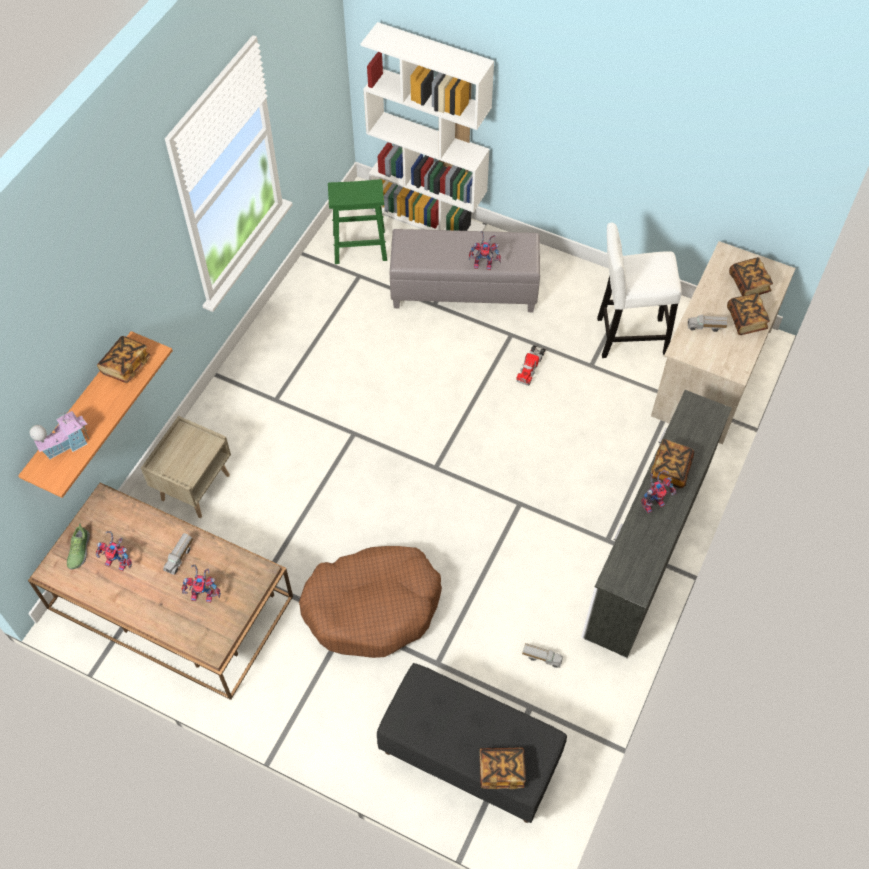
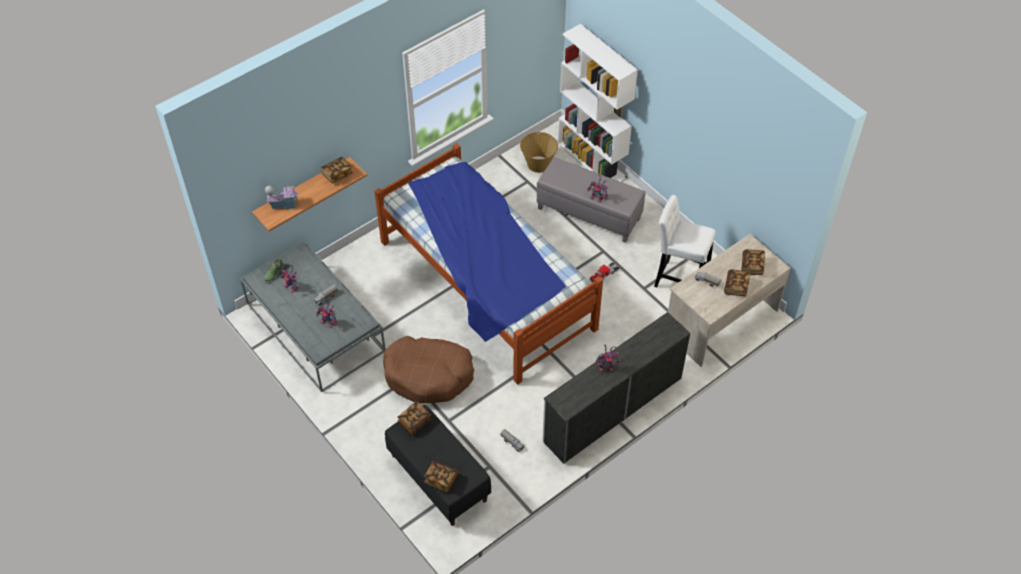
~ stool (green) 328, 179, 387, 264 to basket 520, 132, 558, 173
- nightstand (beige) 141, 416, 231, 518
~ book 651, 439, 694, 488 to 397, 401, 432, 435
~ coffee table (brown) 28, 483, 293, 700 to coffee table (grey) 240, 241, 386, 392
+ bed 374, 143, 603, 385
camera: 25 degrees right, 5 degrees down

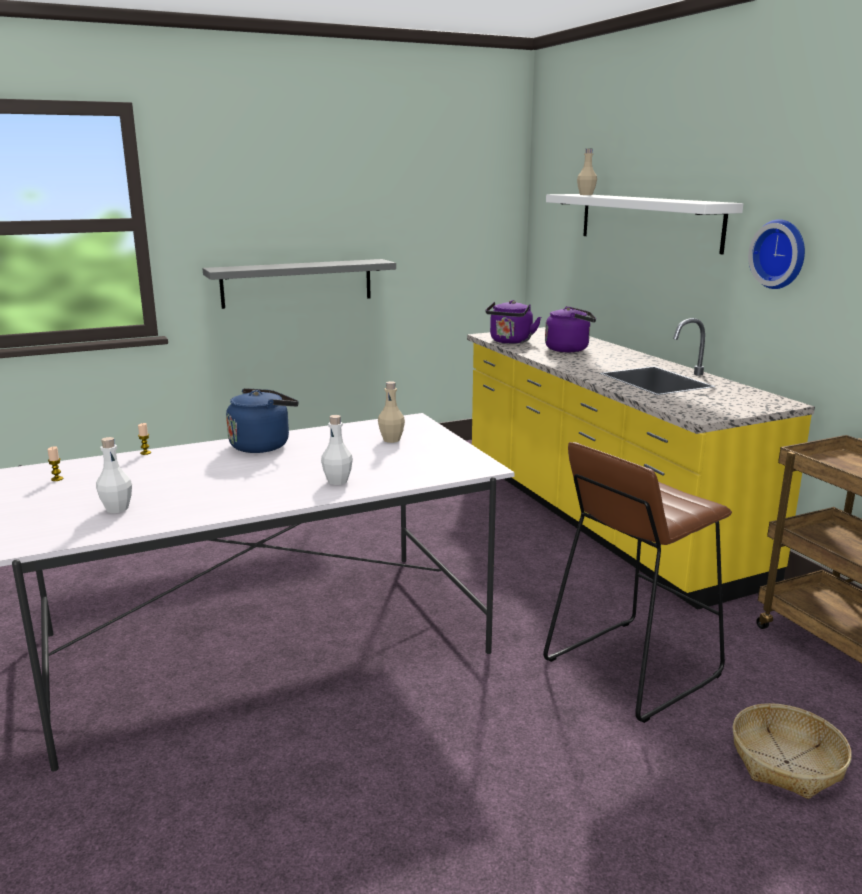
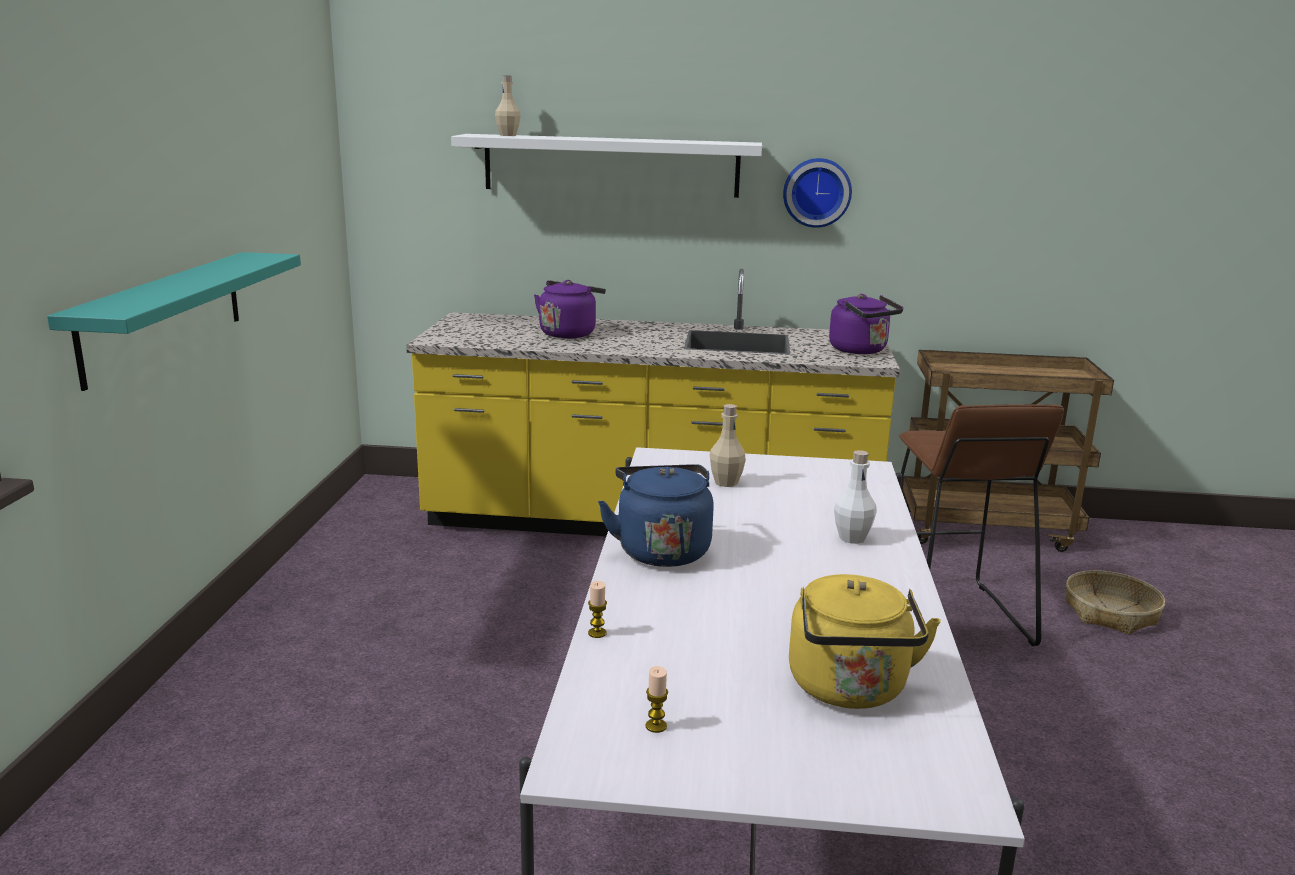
~ shelf (grey) 202, 259, 396, 309 to shelf (turquoise) 47, 252, 301, 391
~ kettle (purple) 486, 300, 541, 344 to 829, 294, 903, 354
~ bottle (white) 96, 437, 132, 513 to kettle (yellow) 789, 574, 941, 709
camera: 60 degrees left, 0 degrees up

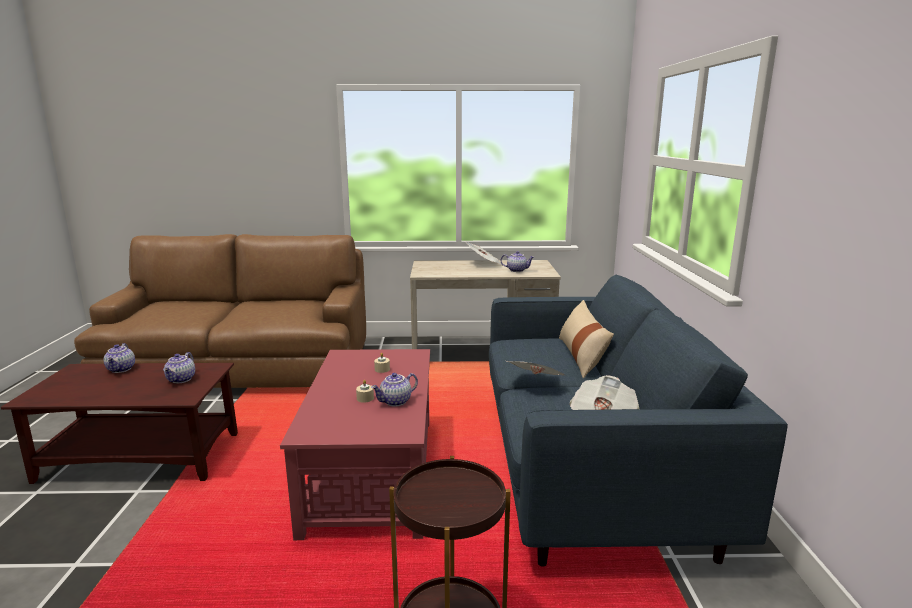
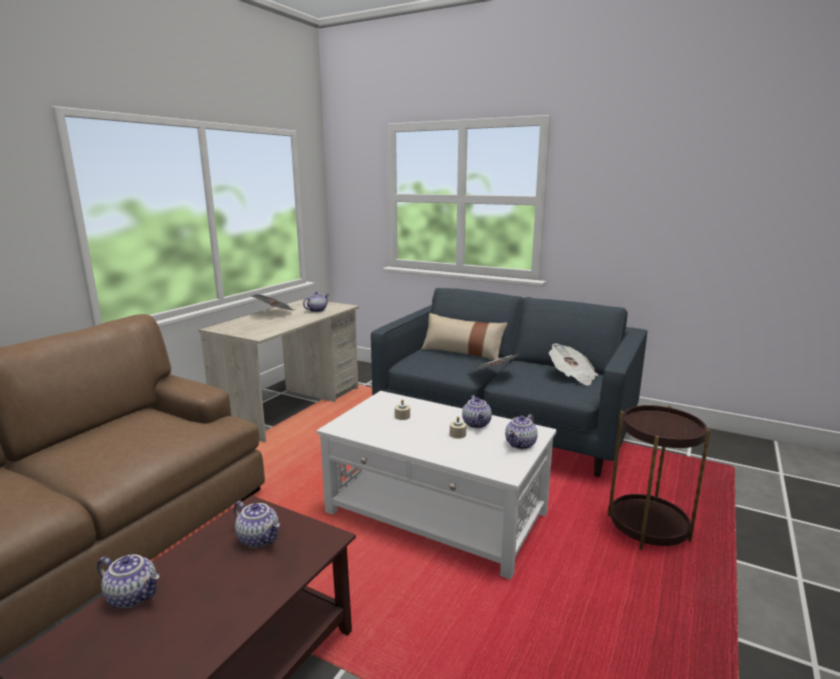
~ coffee table (red) 280, 349, 430, 540 to coffee table (white) 317, 391, 557, 580
+ teapot 505, 414, 538, 449
camera: 60 degrees left, 0 degrees up

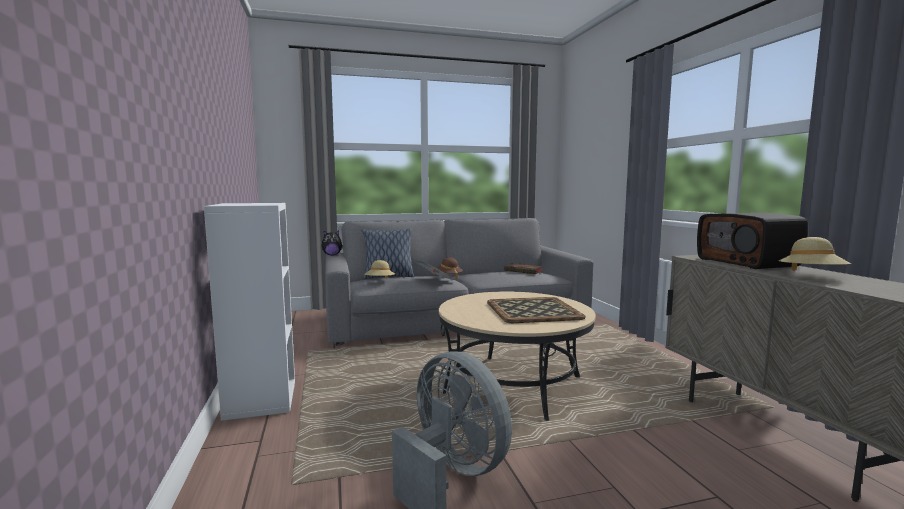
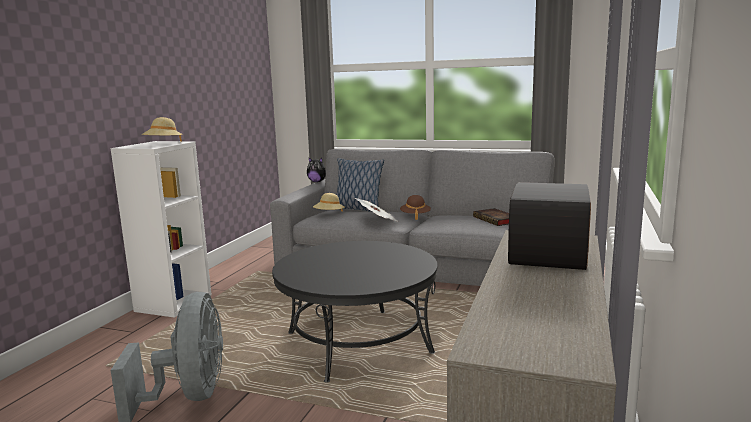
~ hat (beige) 778, 237, 851, 271 to 142, 117, 183, 142
~ coffee table (beige) 439, 291, 596, 421 to coffee table (black) 272, 241, 437, 383
- tray 487, 297, 586, 323
camera: 35 degrees right, 5 degrees up

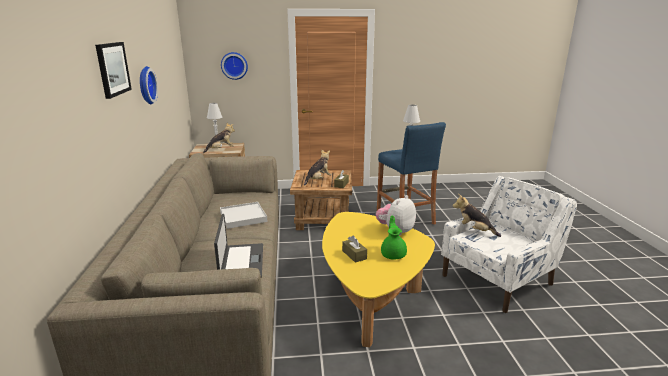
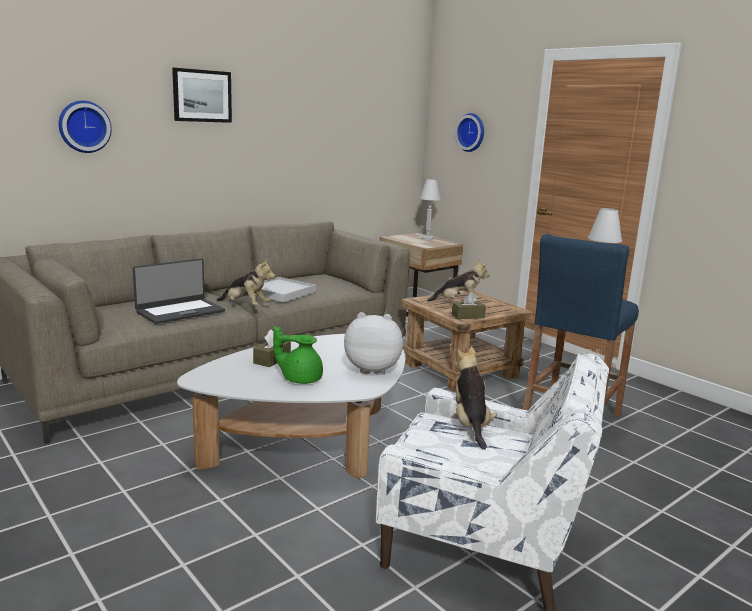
~ wall clock 140, 66, 158, 104 to 59, 101, 112, 153
~ plush toy 203, 123, 235, 153 to 216, 259, 276, 305
~ coffee table (yellow) 322, 212, 435, 347 to coffee table (white) 177, 334, 405, 479
~ teapot (green) 381, 216, 407, 260 = 273, 326, 323, 384 135 degrees counterclockwise
camera: 55 degrees right, 5 degrees down

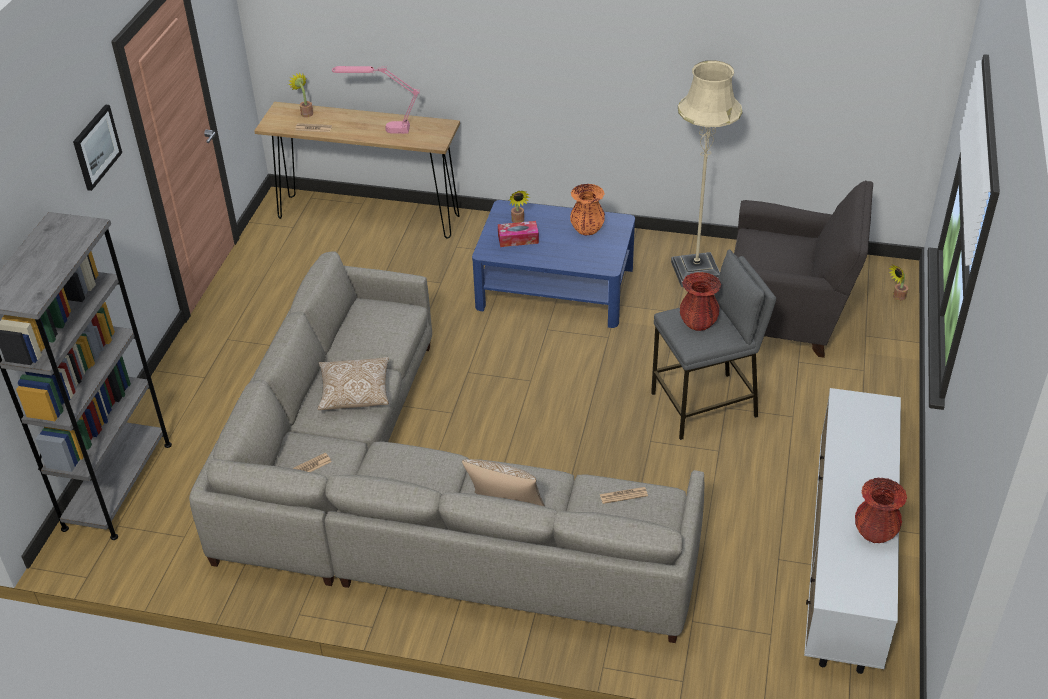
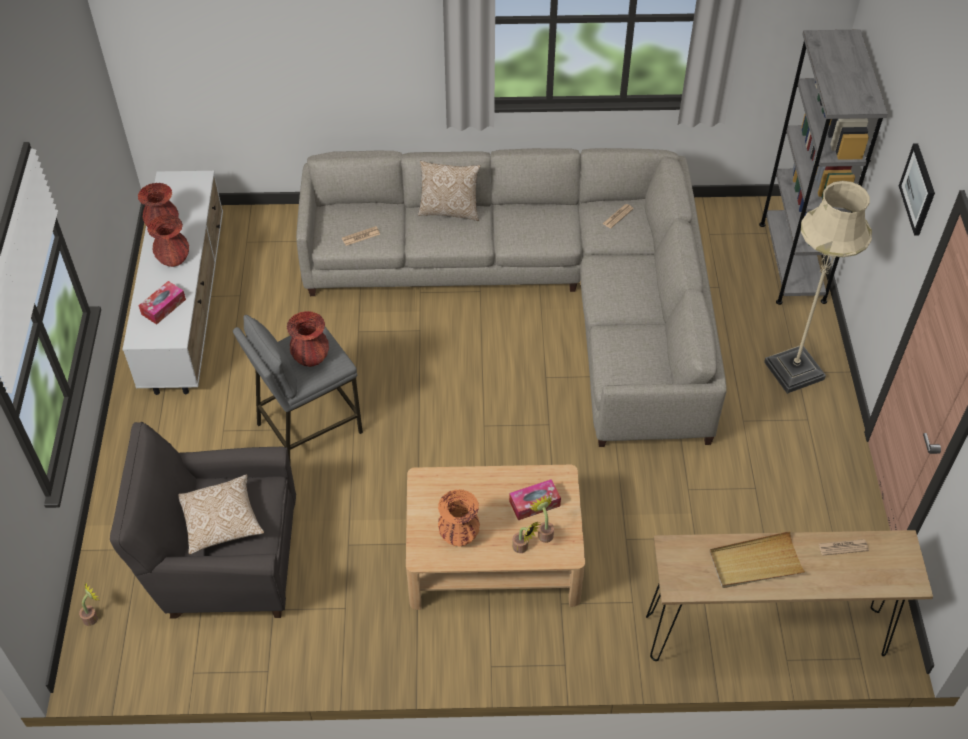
~ floor lamp (beige) 671, 60, 743, 287 to 764, 181, 872, 394
~ table lamp (pink) 332, 66, 420, 134 to tray (beige) 709, 531, 806, 588
~ potted plant 288, 72, 313, 117 to 512, 522, 541, 553
~ coffee table (blue) 472, 200, 635, 328 to coffee table (beige) 406, 465, 585, 610
~ pillow 317, 357, 389, 410 to 178, 474, 264, 555
+ vase (red) 147, 215, 189, 267
+ tissue box 138, 281, 186, 324
camera: 165 degrees right, 10 degrees up

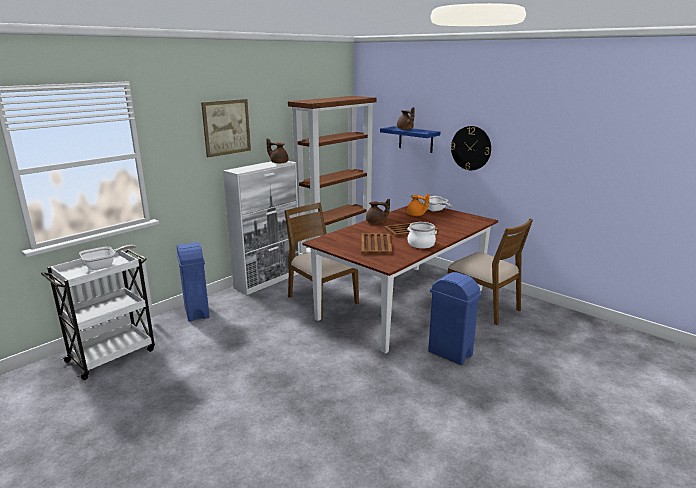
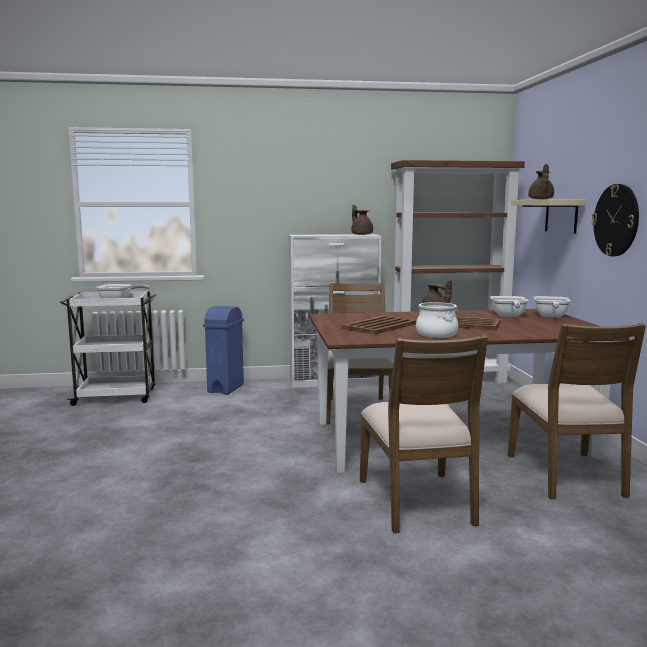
- picture 201, 99, 251, 157
~ shelf (blue) 380, 126, 440, 153 to shelf (beige) 511, 199, 585, 234
~ teapot (orange) 407, 194, 429, 216 to frying pan 490, 296, 529, 317
~ trash can (blue) 428, 272, 481, 365 to chair (brown) 360, 335, 488, 533
camera: 40 degrees right, 10 degrees down

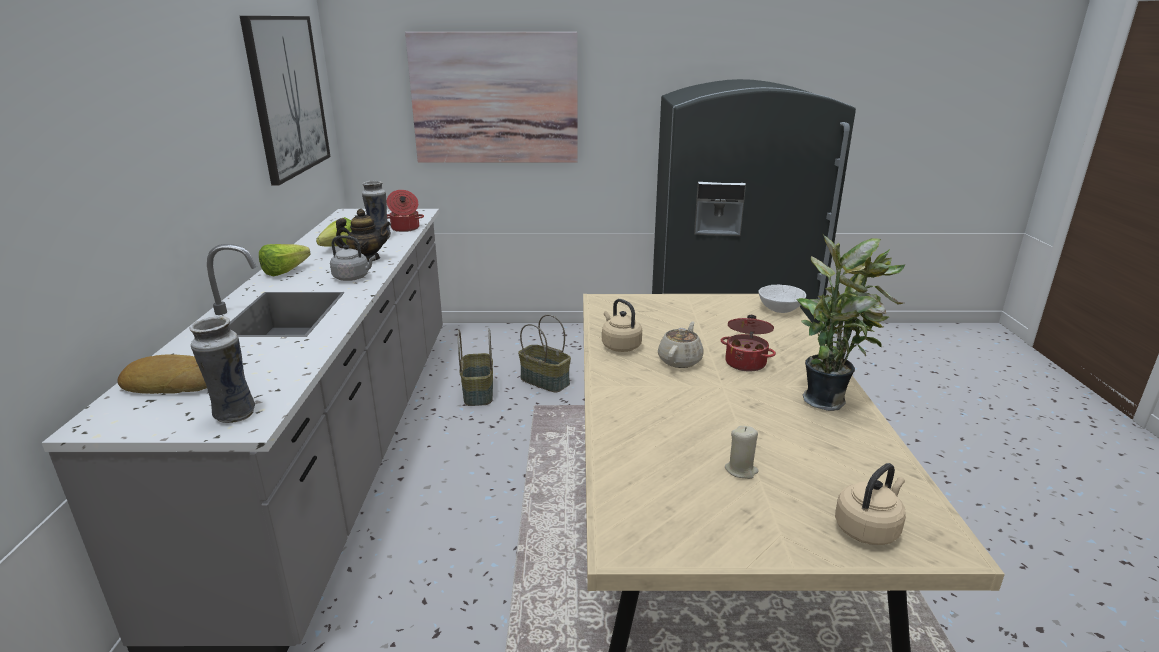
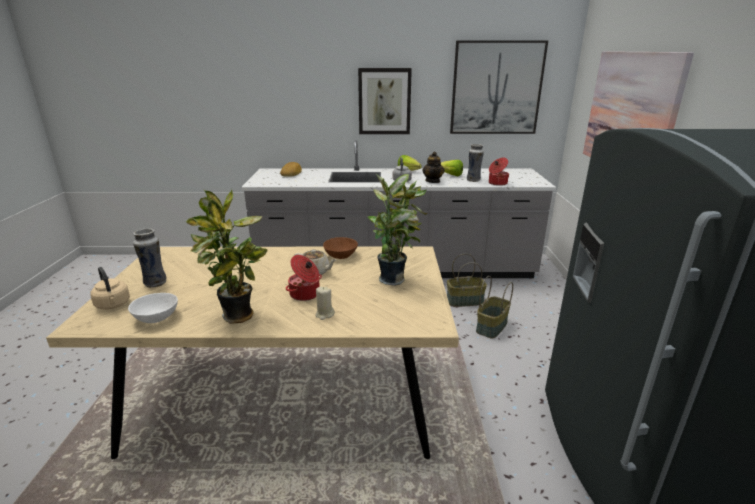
~ bowl (white) 758, 285, 806, 313 to 128, 293, 178, 323
~ kettle (beige) 602, 299, 642, 352 to bowl (brown) 323, 237, 358, 259
~ vase 189, 316, 255, 423 to 133, 228, 167, 288
~ candle (beige) 725, 426, 759, 479 to 315, 287, 335, 320
+ picture 358, 68, 412, 134
+ potted plant 367, 174, 428, 286
camera: 90 degrees right, 0 degrees up

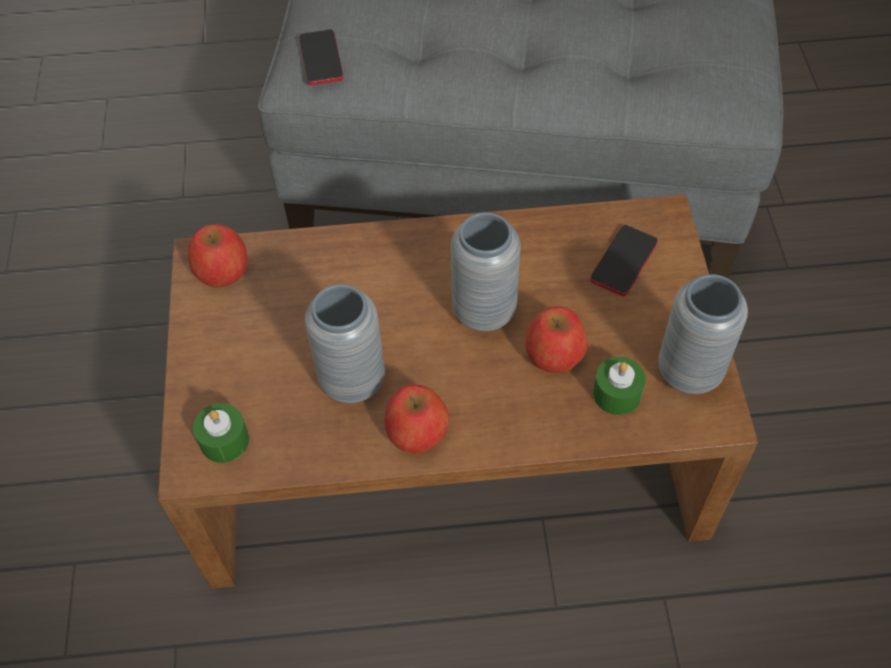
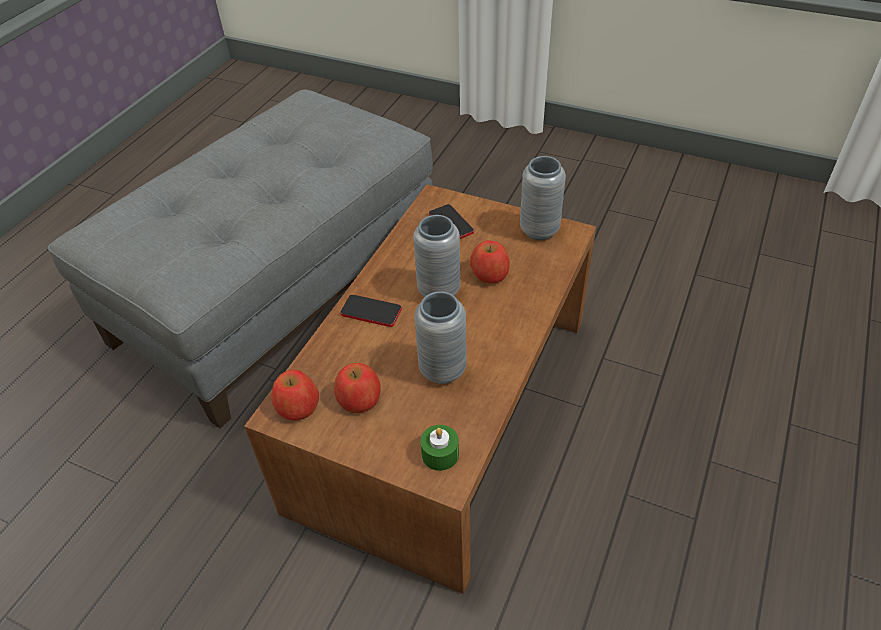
~ phone 299, 29, 343, 85 to 340, 295, 402, 327
- candle (green) 593, 357, 646, 415
~ apple 384, 384, 450, 454 to 334, 363, 380, 413
camera: 60 degrees left, 10 degrees down

